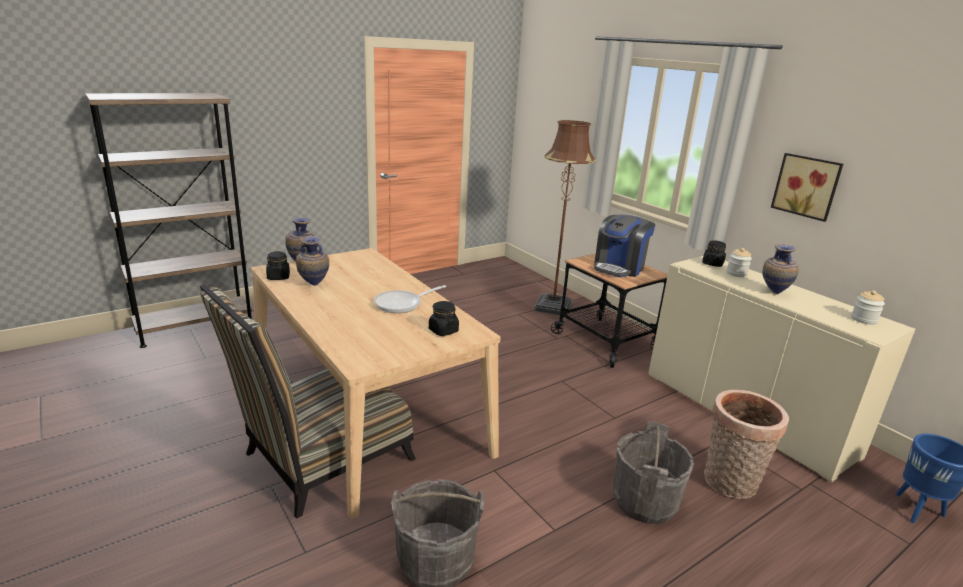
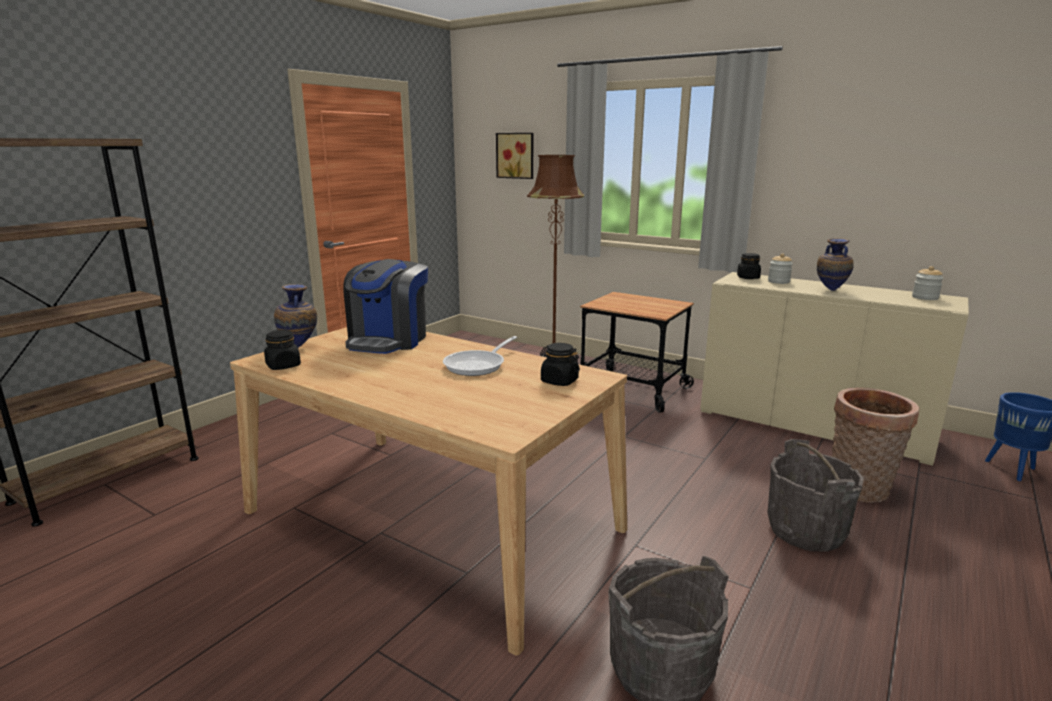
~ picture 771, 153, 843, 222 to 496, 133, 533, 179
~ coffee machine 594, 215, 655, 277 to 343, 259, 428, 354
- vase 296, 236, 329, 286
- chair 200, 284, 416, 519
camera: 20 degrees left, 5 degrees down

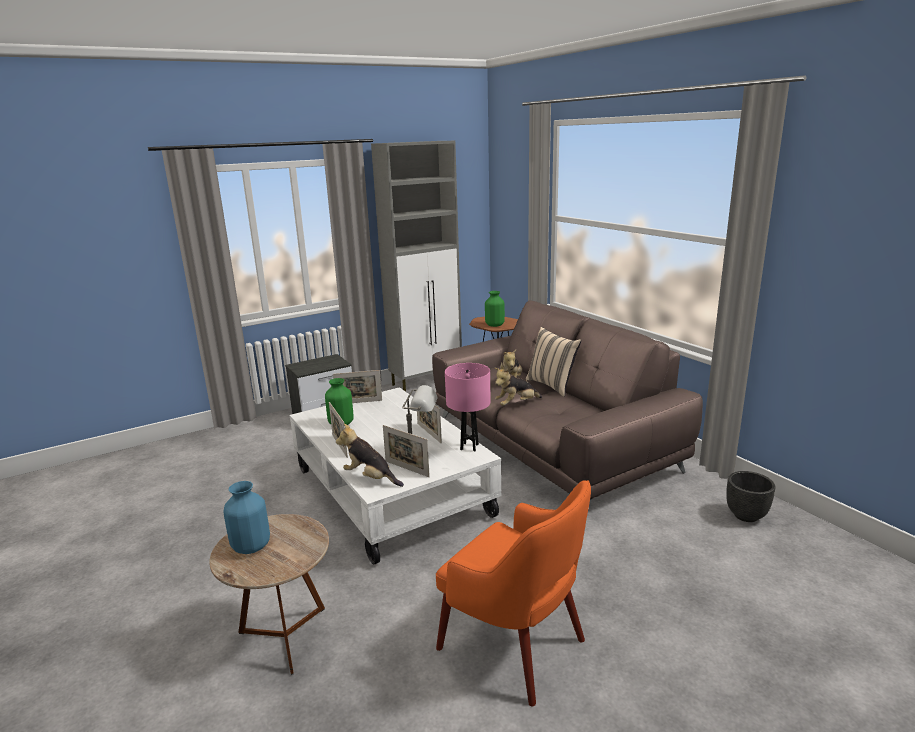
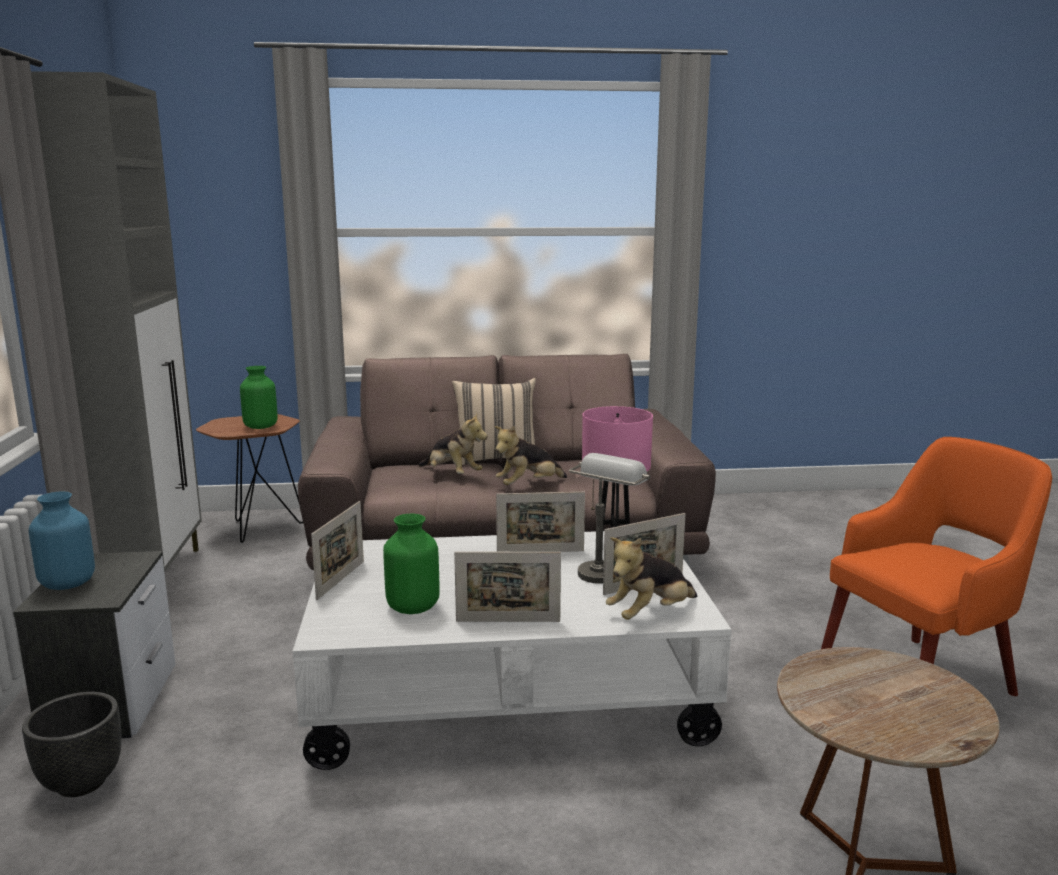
~ plush toy 495, 368, 542, 406 = 495, 426, 567, 485 60 degrees clockwise
~ planter (black) 726, 471, 775, 522 to 22, 692, 121, 797
~ vase (blue) 223, 481, 270, 554 to 29, 491, 95, 590
camera: 65 degrees left, 5 degrees down

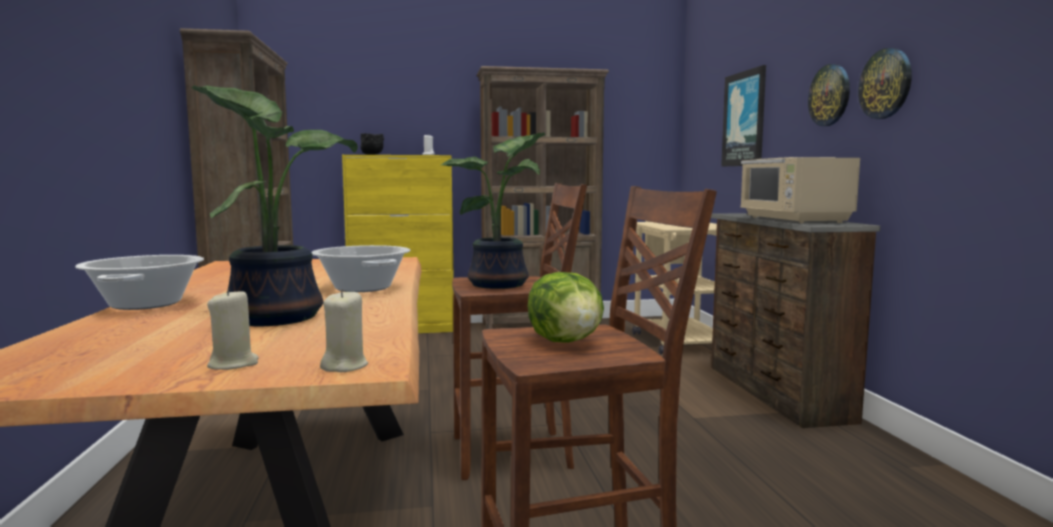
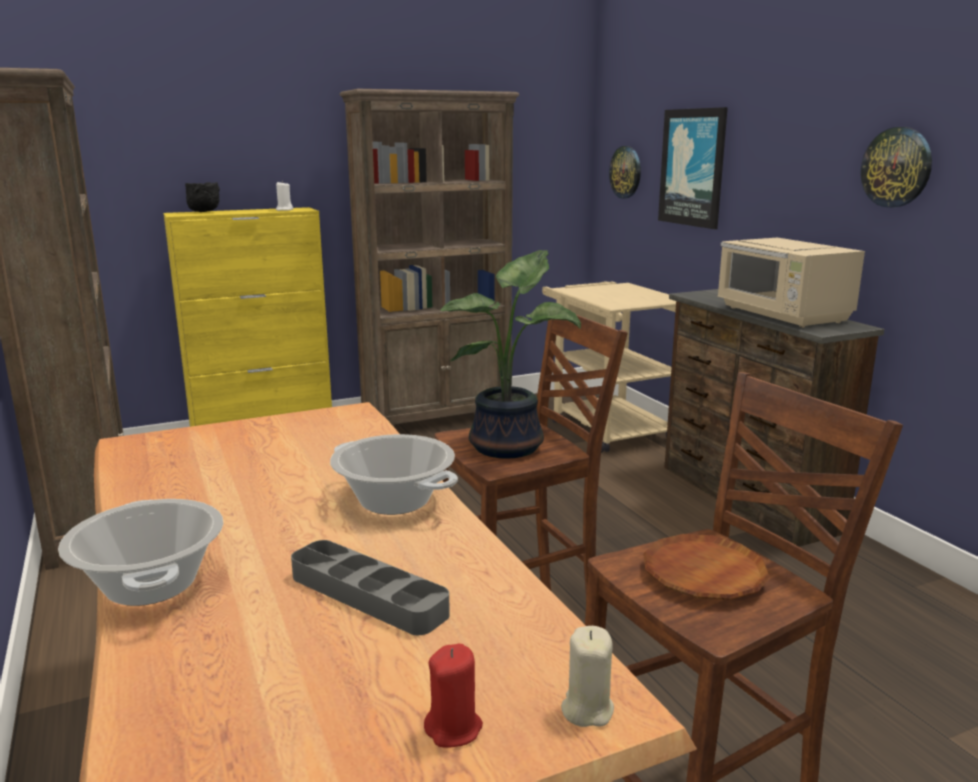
~ wall clock 808, 64, 850, 126 to 609, 146, 641, 199
~ potted plant 191, 85, 358, 326 to tray (grey) 291, 540, 450, 635
~ lettuce 528, 272, 604, 343 to plate (brown) 643, 534, 770, 600
~ candle (beige) 207, 288, 259, 370 to candle (red) 424, 643, 483, 748
camera: 15 degrees left, 10 degrees up

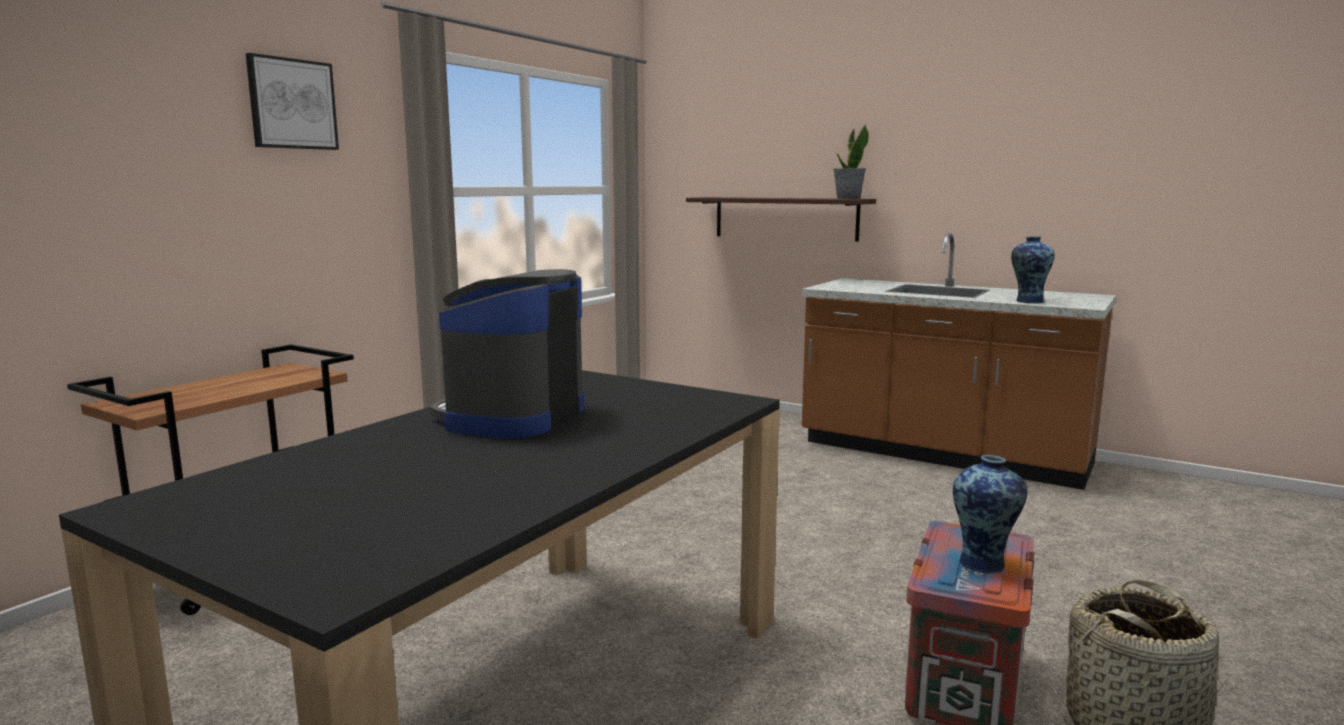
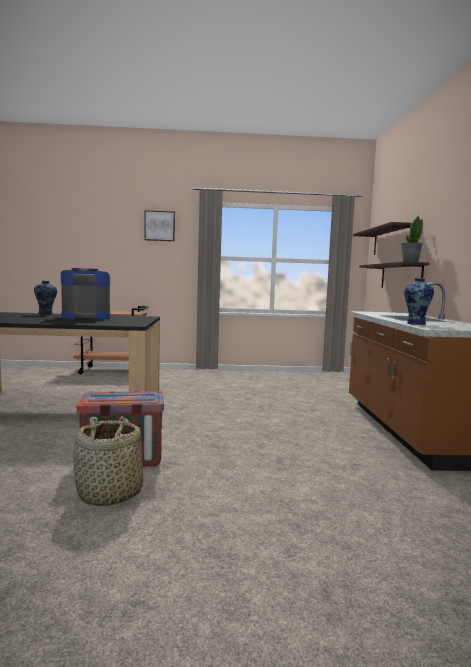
~ vase 953, 455, 1028, 574 to 34, 281, 57, 315
+ shelf 353, 222, 412, 255
camera: 55 degrees right, 5 degrees down

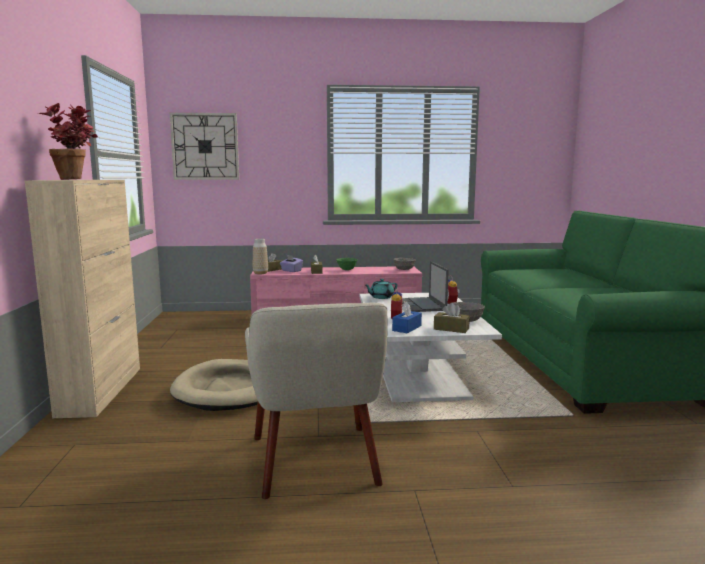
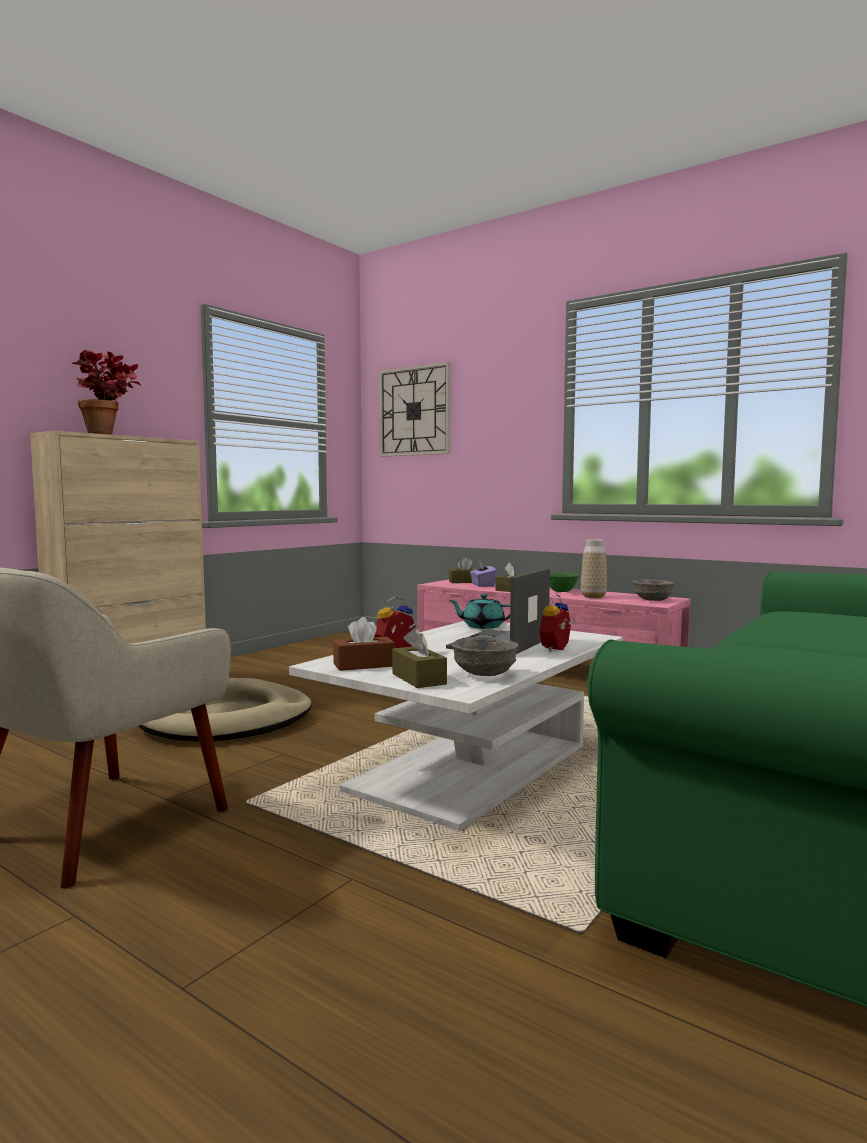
~ vase 253, 239, 268, 274 to 581, 539, 607, 598
~ tissue box (blue) 392, 301, 422, 334 to tissue box (brown) 333, 617, 395, 671
camera: 40 degrees right, 5 degrees down

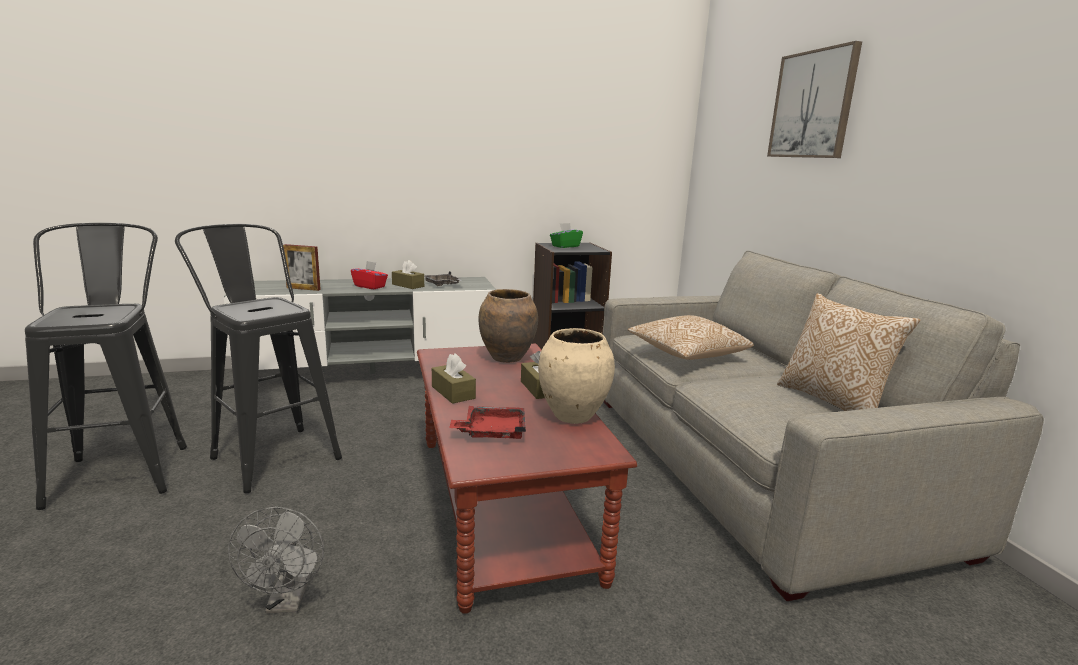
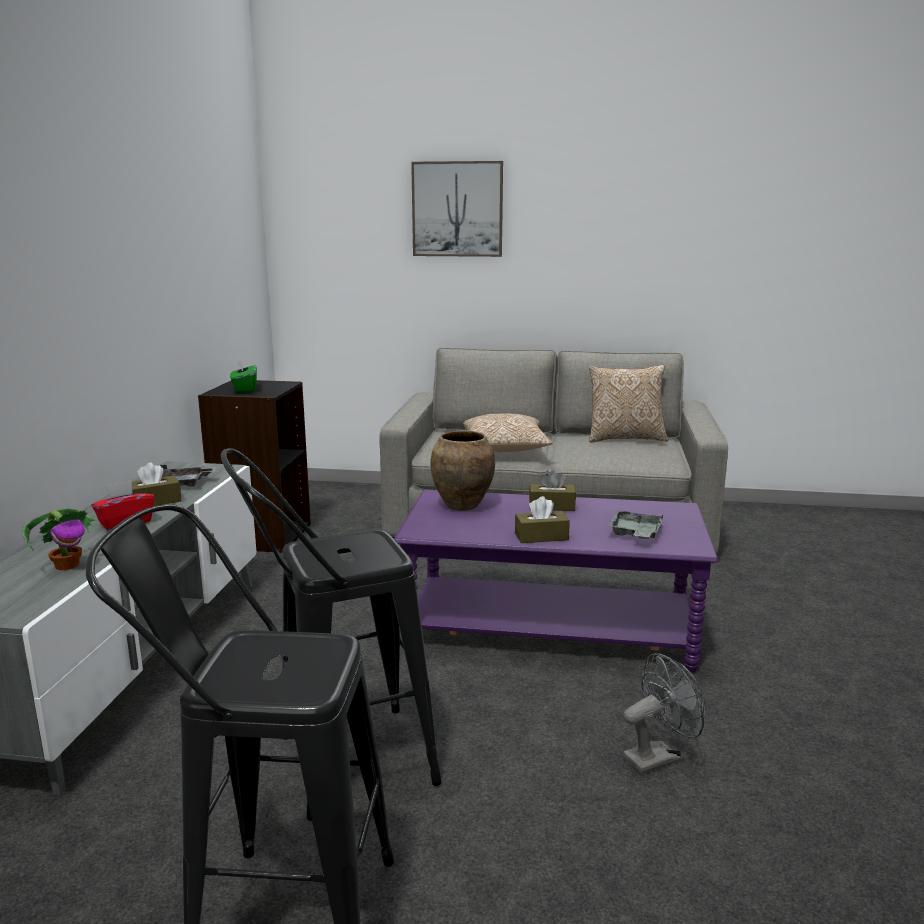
~ picture frame 283, 244, 321, 291 to potted plant 22, 508, 98, 570
- vase (beige) 538, 328, 615, 424
~ coffee table (brown) 417, 344, 637, 614 to coffee table (purple) 394, 490, 718, 672
~ tray (red) 449, 406, 526, 439 to tray (grey) 608, 510, 664, 539
~ fan (grey) 228, 507, 324, 613 = 623, 653, 705, 774 45 degrees counterclockwise
camera: 65 degrees left, 0 degrees up

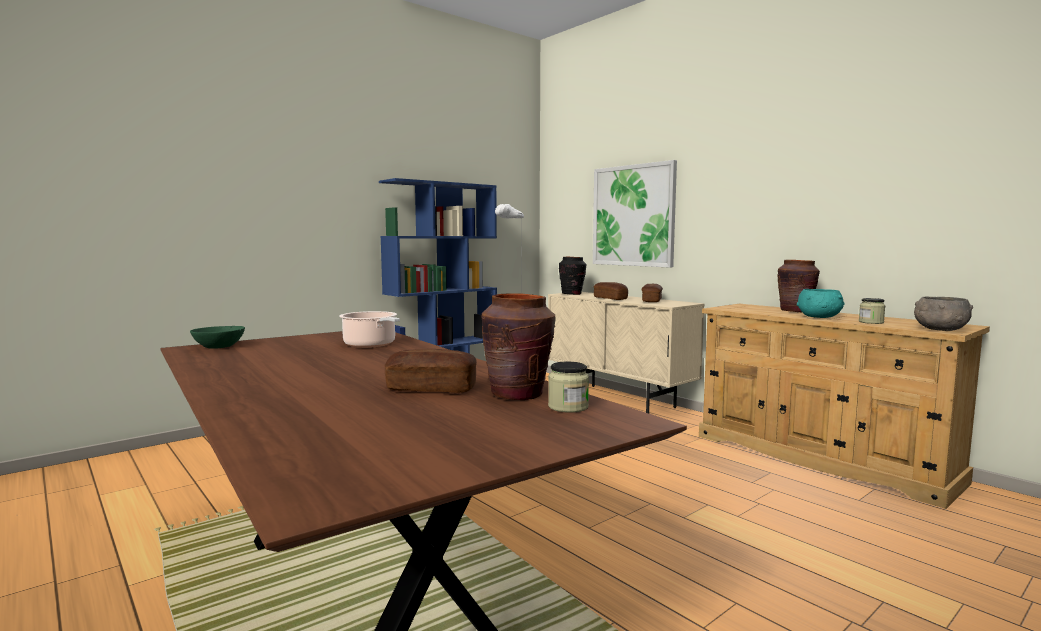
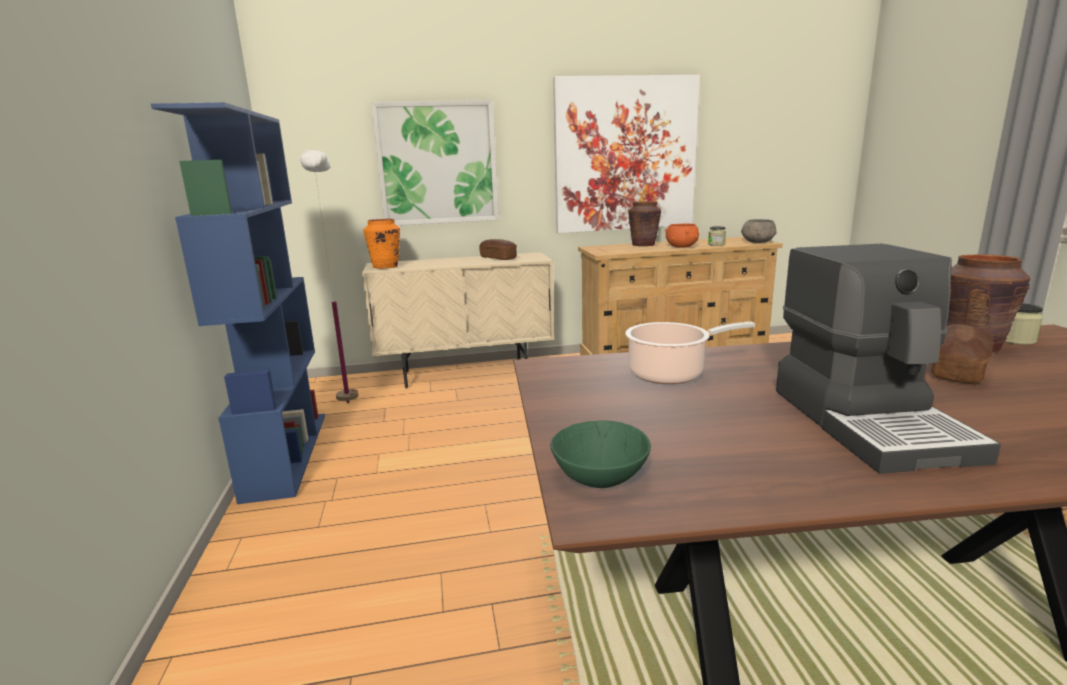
~ vase (black) 559, 257, 586, 295 to vase (orange) 363, 219, 400, 269
- bread 594, 282, 628, 300
~ bowl (turquoise) 797, 289, 844, 318 to bowl (orange) 665, 224, 699, 248
+ picture 553, 75, 700, 233
+ coffee machine 776, 244, 1001, 474
camera: 60 degrees left, 10 degrees up

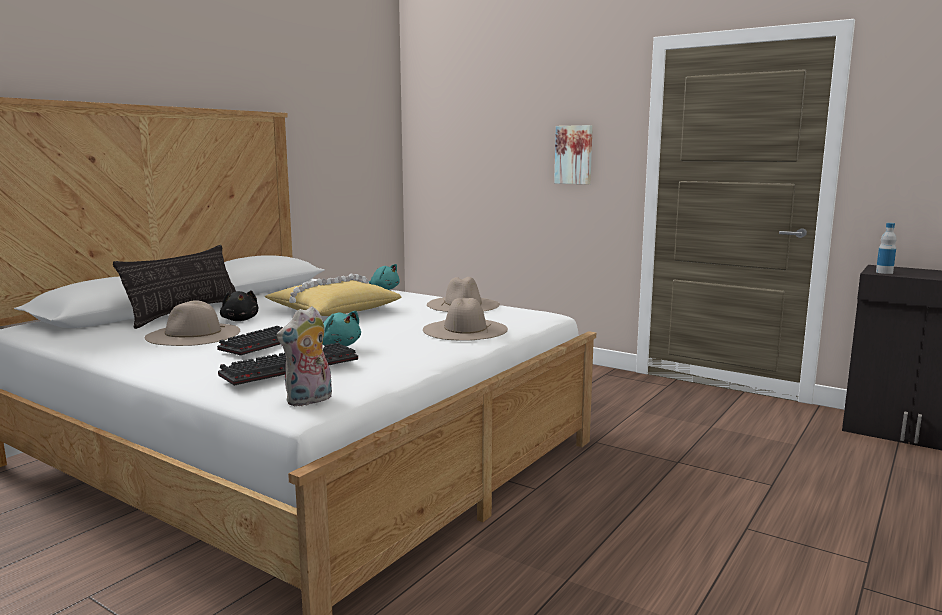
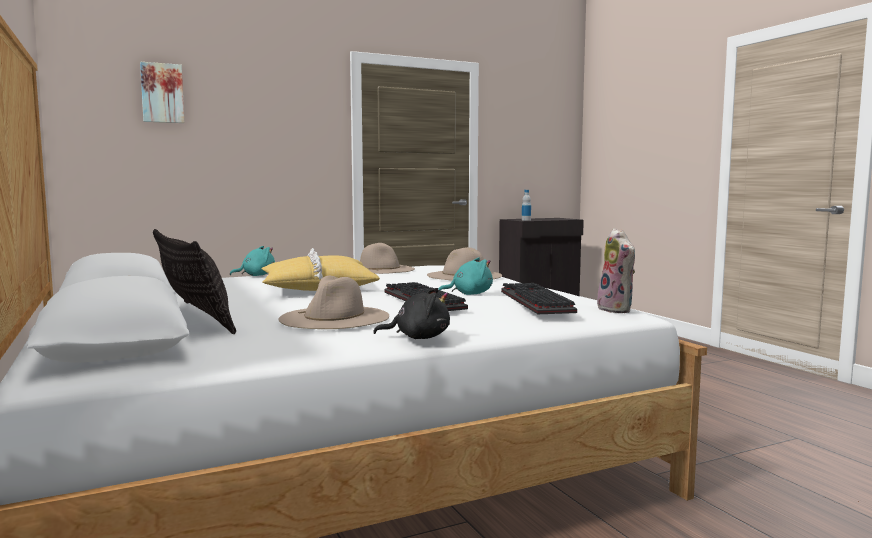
~ picture 554, 125, 593, 184 to 140, 62, 184, 123
~ plush toy (black) 220, 290, 258, 321 to 373, 288, 450, 339
camera: 60 degrees left, 5 degrees down

